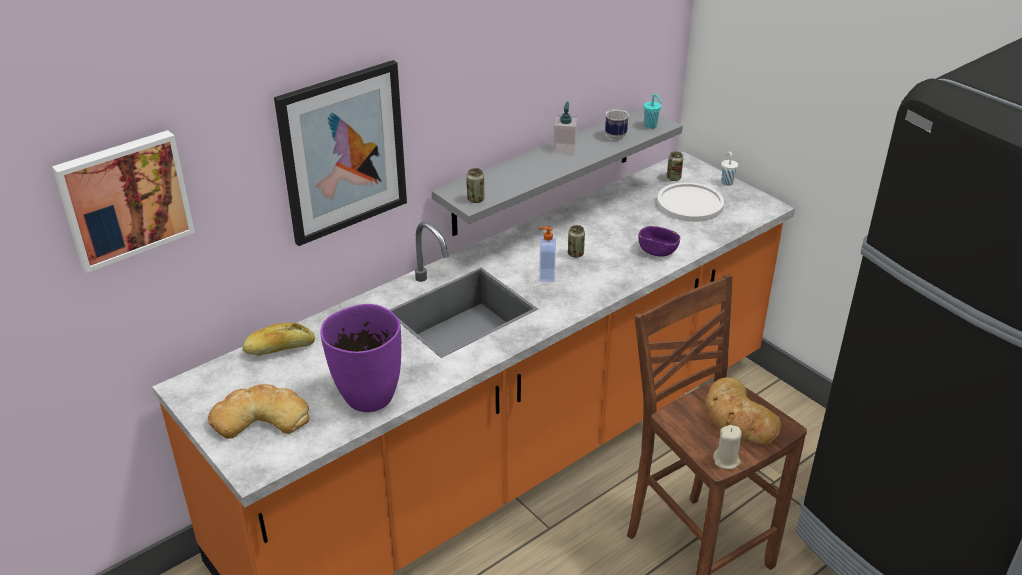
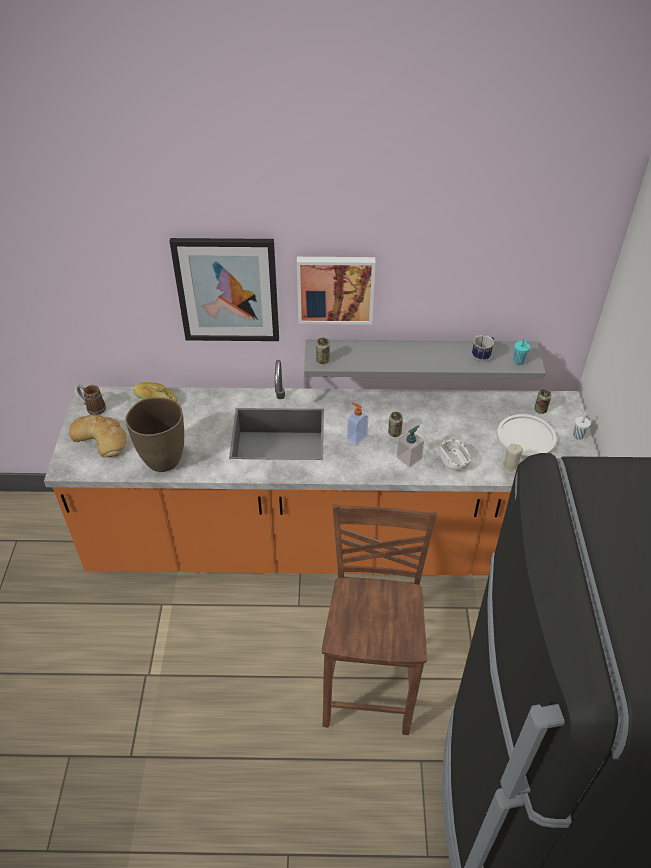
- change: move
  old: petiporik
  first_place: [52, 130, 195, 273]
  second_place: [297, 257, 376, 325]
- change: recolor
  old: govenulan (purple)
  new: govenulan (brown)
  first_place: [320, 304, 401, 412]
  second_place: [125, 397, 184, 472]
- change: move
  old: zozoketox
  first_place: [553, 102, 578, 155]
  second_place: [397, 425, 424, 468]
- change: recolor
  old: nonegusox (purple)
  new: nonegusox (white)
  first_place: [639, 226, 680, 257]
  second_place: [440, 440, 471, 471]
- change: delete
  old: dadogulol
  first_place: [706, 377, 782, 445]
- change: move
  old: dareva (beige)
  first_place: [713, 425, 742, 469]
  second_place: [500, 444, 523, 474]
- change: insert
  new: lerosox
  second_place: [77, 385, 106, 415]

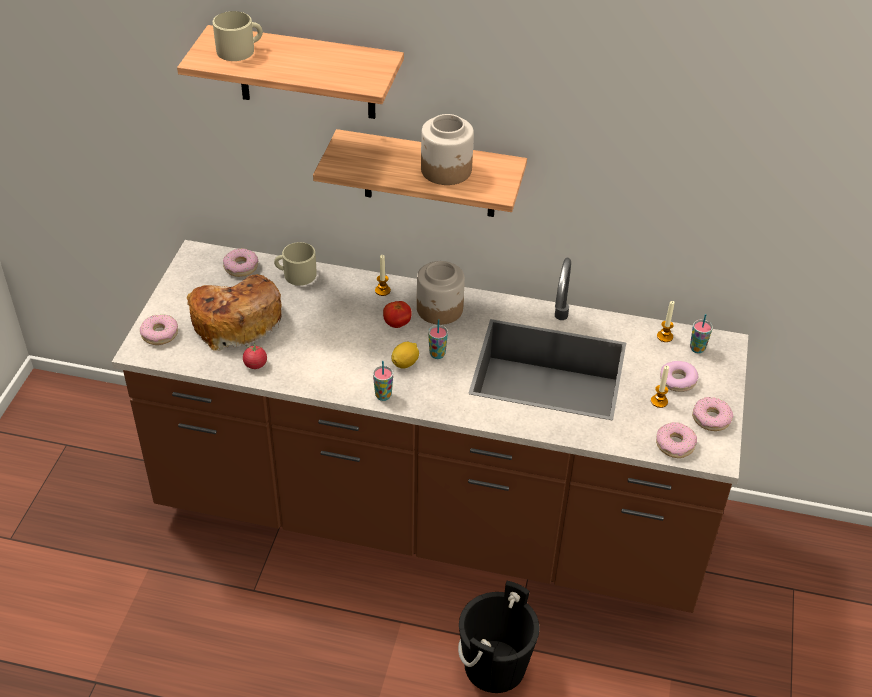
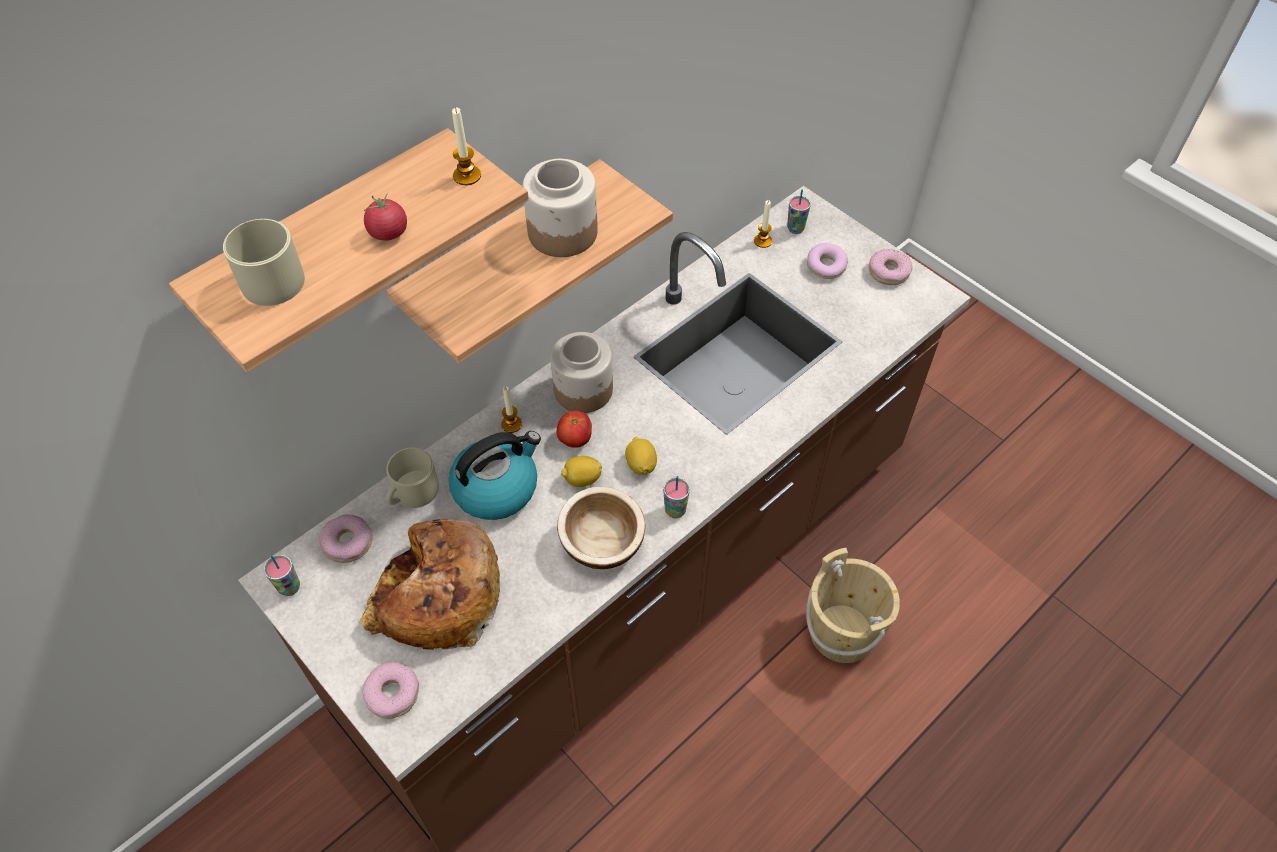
- change: move
  old: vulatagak
  first_place: [243, 343, 267, 369]
  second_place: [364, 193, 407, 241]
- change: move
  old: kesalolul
  first_place: [428, 319, 448, 359]
  second_place: [264, 555, 300, 596]
- change: recolor
  old: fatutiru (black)
  new: fatutiru (beige)
  first_place: [458, 581, 540, 693]
  second_place: [806, 548, 900, 663]
- change: move
  old: dareva
  first_place: [651, 365, 669, 408]
  second_place: [452, 108, 481, 185]
- change: delete
  old: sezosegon
  first_place: [656, 422, 697, 458]
- change: insert
  new: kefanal
  second_place: [448, 431, 541, 520]
- change: insert
  new: nonegusox
  second_place: [557, 487, 645, 569]
- change: insert
  new: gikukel
  second_place: [561, 456, 602, 487]

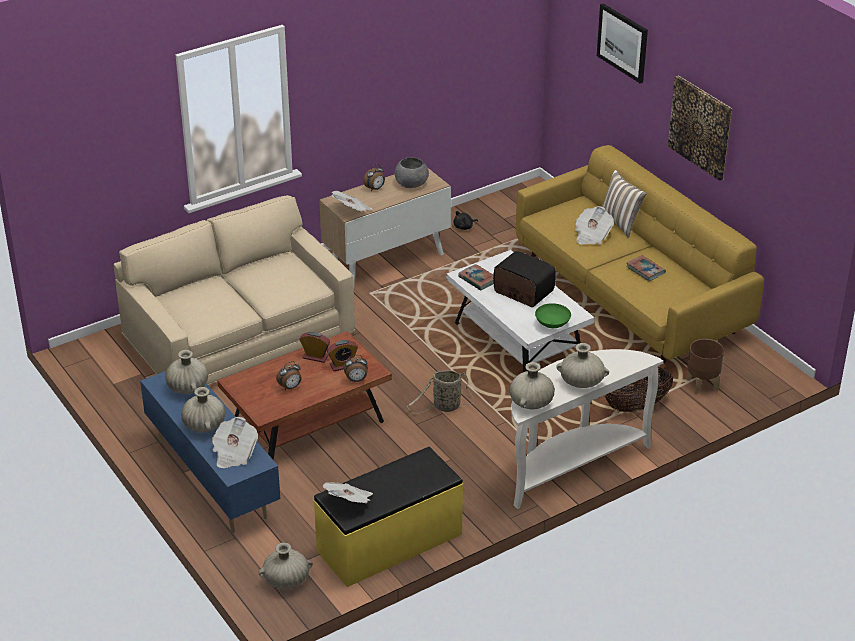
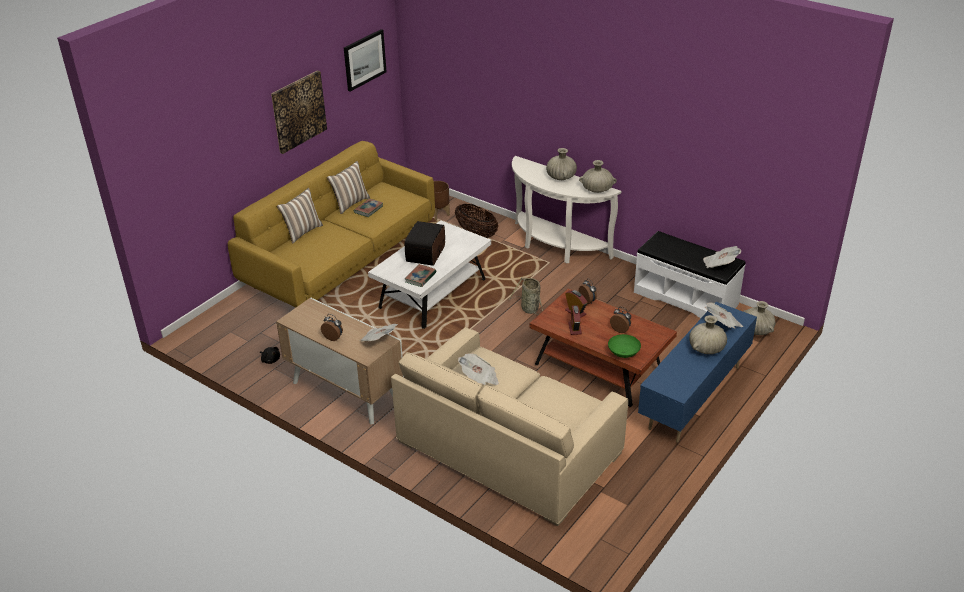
- change: delete
  old: govenulan (beige)
  first_place: [165, 350, 208, 394]
- change: recolor
  old: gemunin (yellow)
  new: gemunin (white)
  first_place: [313, 447, 463, 587]
  second_place: [634, 231, 746, 318]
- change: delete
  old: nonegusox (grey)
  first_place: [395, 157, 429, 188]
- change: move
  old: nonegusox (green)
  first_place: [535, 303, 571, 328]
  second_place: [608, 334, 641, 358]
- change: move
  old: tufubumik
  first_place: [575, 206, 614, 245]
  second_place: [458, 353, 499, 385]
- change: move
  old: petiporik
  first_place: [597, 4, 648, 83]
  second_place: [344, 29, 387, 92]
- change: insert
  new: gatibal
  second_place: [327, 161, 370, 214]

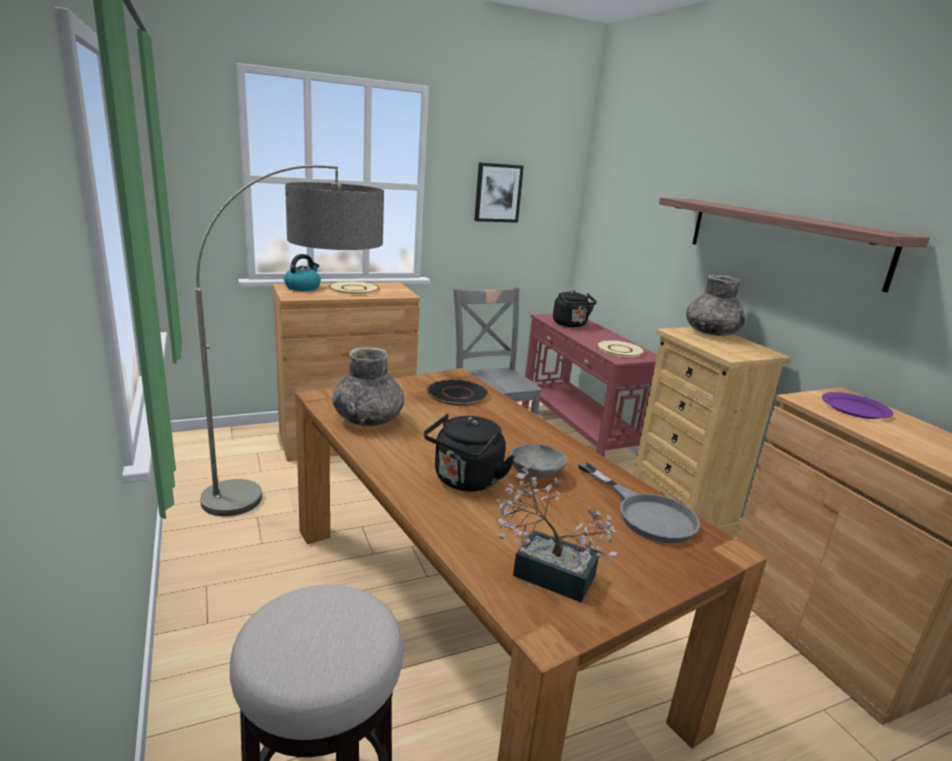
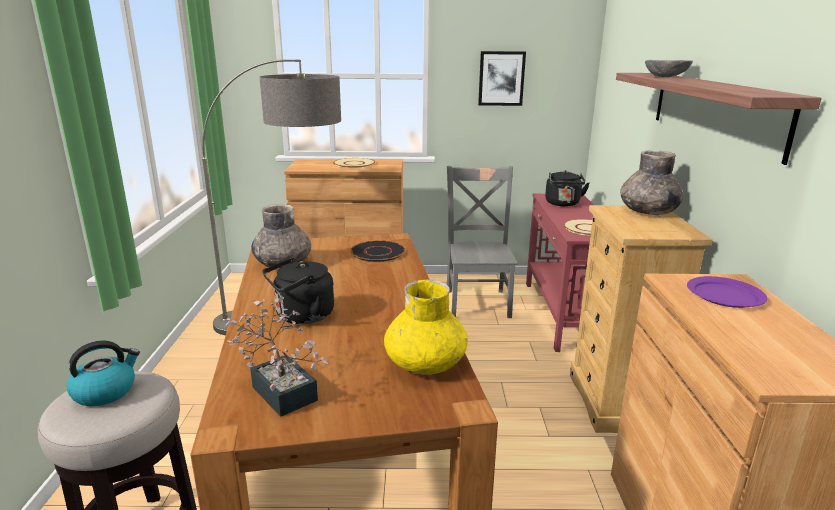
- change: move
  old: kefanal
  first_place: [284, 254, 321, 291]
  second_place: [67, 340, 140, 406]
- change: move
  old: nonegusox (grey)
  first_place: [510, 444, 567, 479]
  second_place: [645, 60, 693, 77]
- change: replace
  old: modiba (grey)
  new: govenulan (yellow)
  first_place: [578, 462, 700, 543]
  second_place: [384, 280, 468, 375]

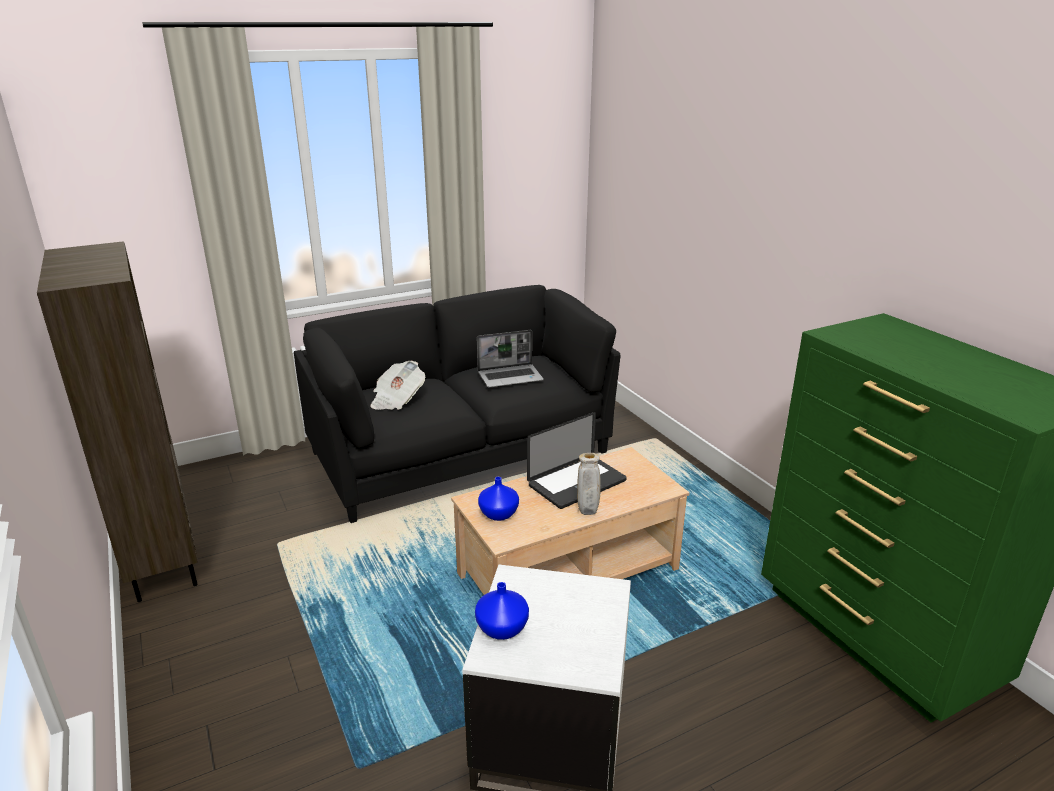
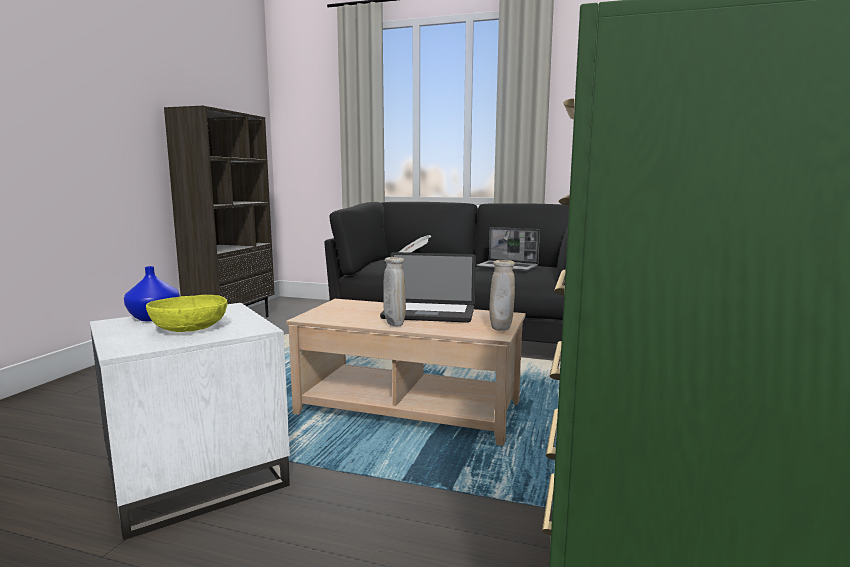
- change: delete
  old: govenulan (blue)
  first_place: [478, 477, 519, 521]
- change: insert
  new: nonegusox (yellow)
  second_place: [146, 295, 228, 332]
- change: insert
  new: govenulan (beige)
  second_place: [489, 260, 515, 331]

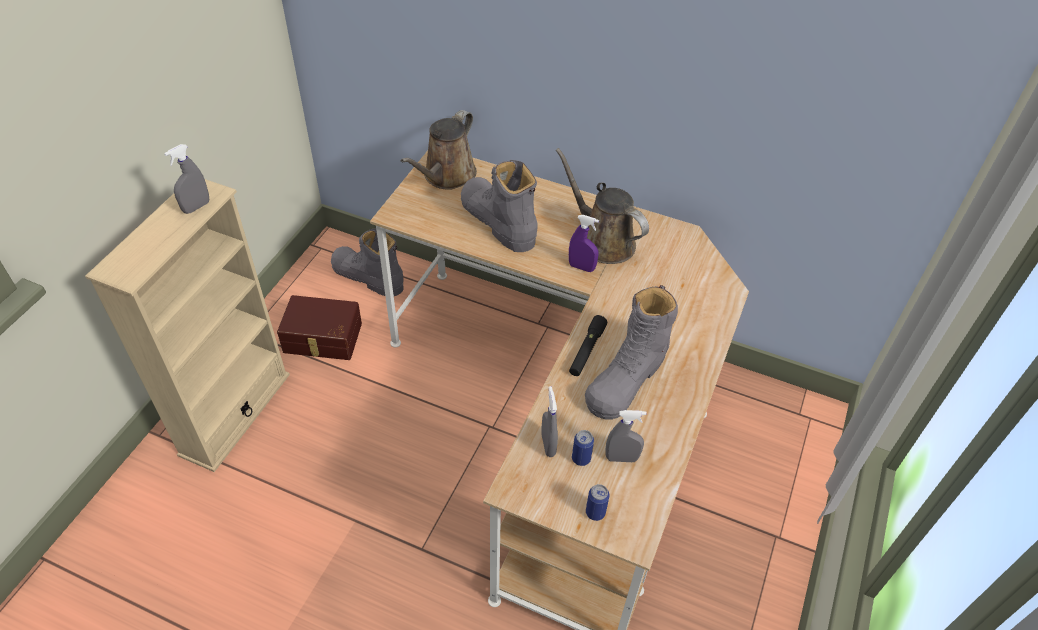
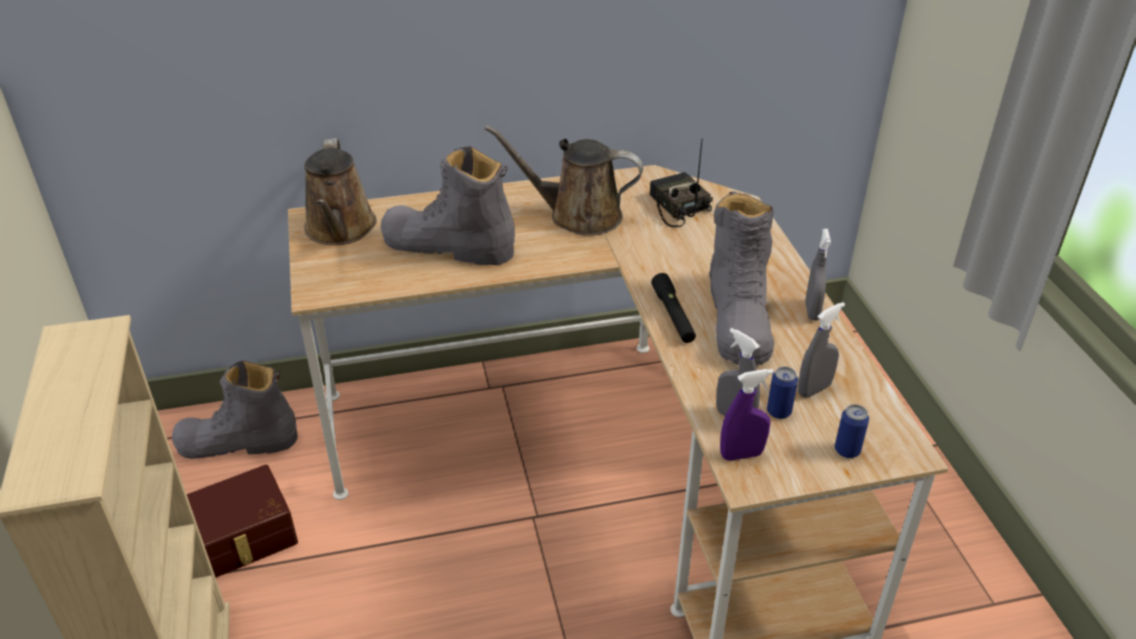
- change: move
  old: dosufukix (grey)
  first_place: [164, 144, 209, 214]
  second_place: [805, 229, 831, 321]
- change: move
  old: dosufukix (purple)
  first_place: [569, 215, 599, 272]
  second_place: [720, 369, 774, 461]
- change: insert
  new: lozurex
  second_place: [650, 138, 713, 227]

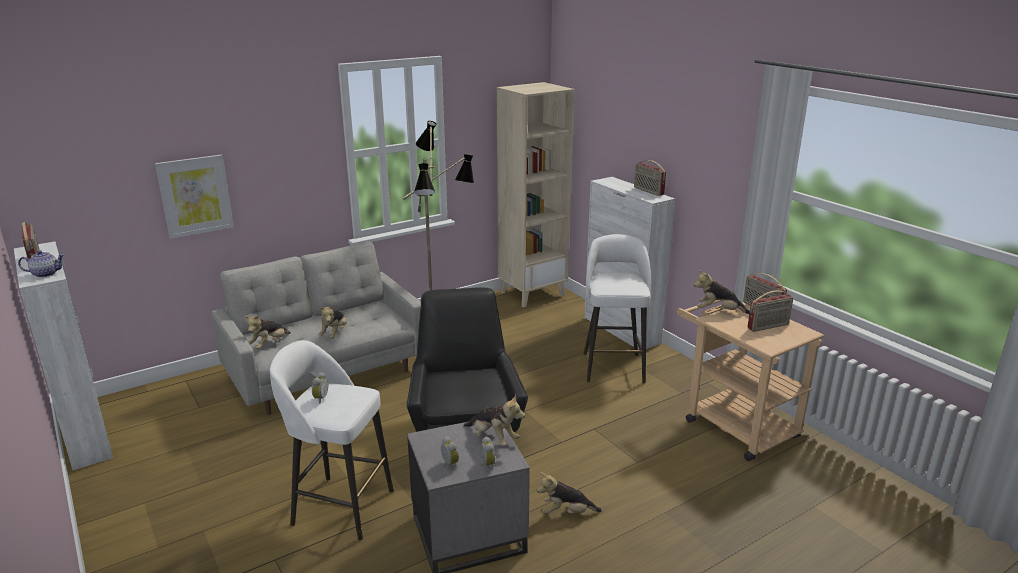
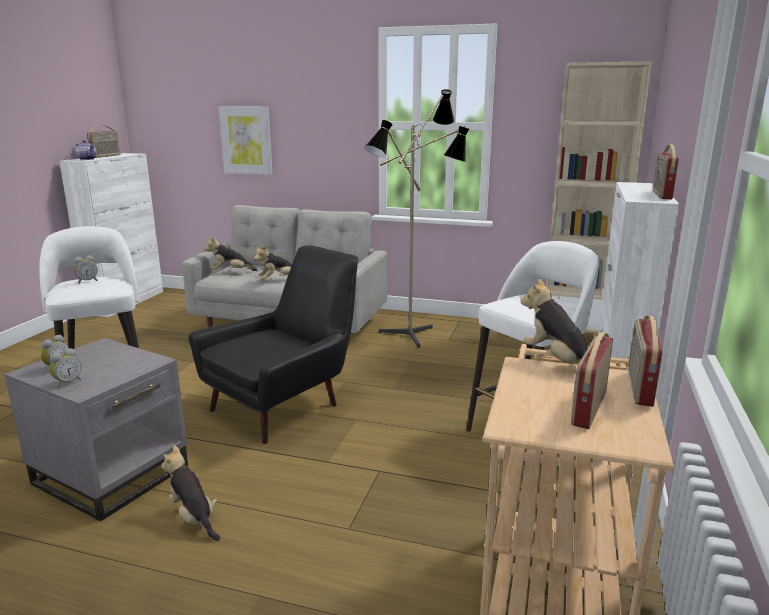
- change: delete
  old: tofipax
  first_place: [463, 394, 525, 446]
- change: rotate
  old: lozurex
  first_place: [747, 291, 793, 332]
  second_place: [571, 332, 613, 429]
  degrees: 90

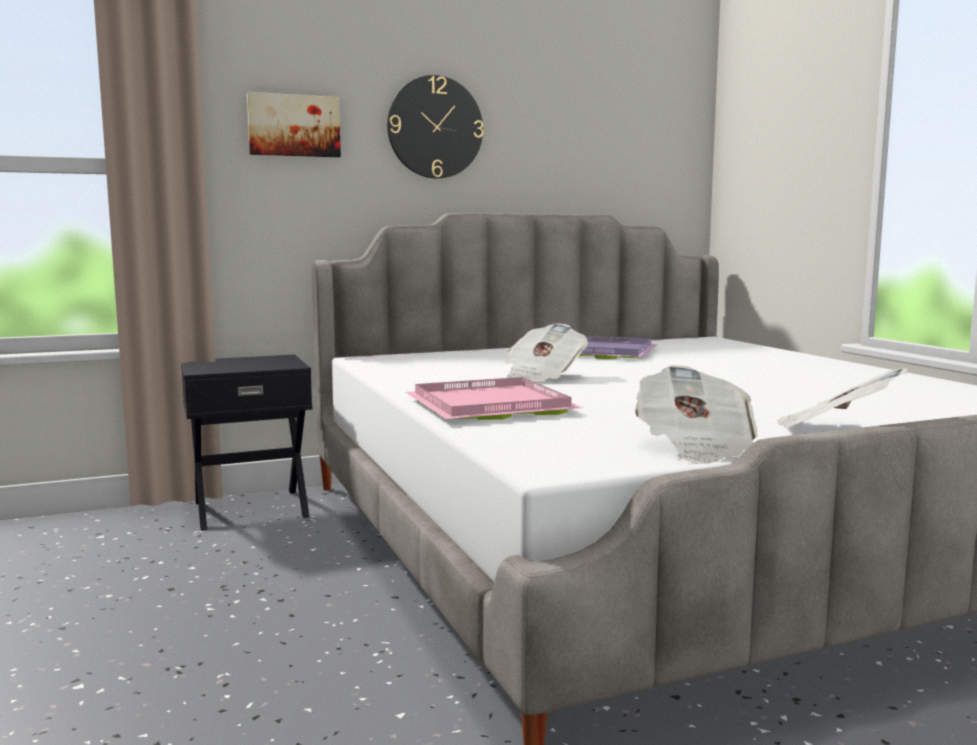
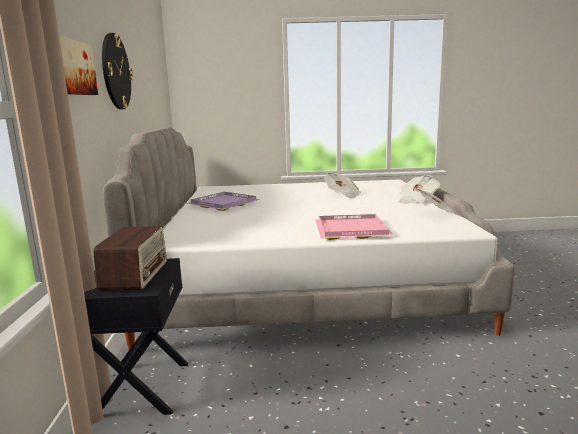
- change: move
  old: tufubumik
  first_place: [505, 323, 588, 381]
  second_place: [324, 172, 361, 199]
- change: insert
  new: lozurex
  second_place: [93, 226, 167, 290]

